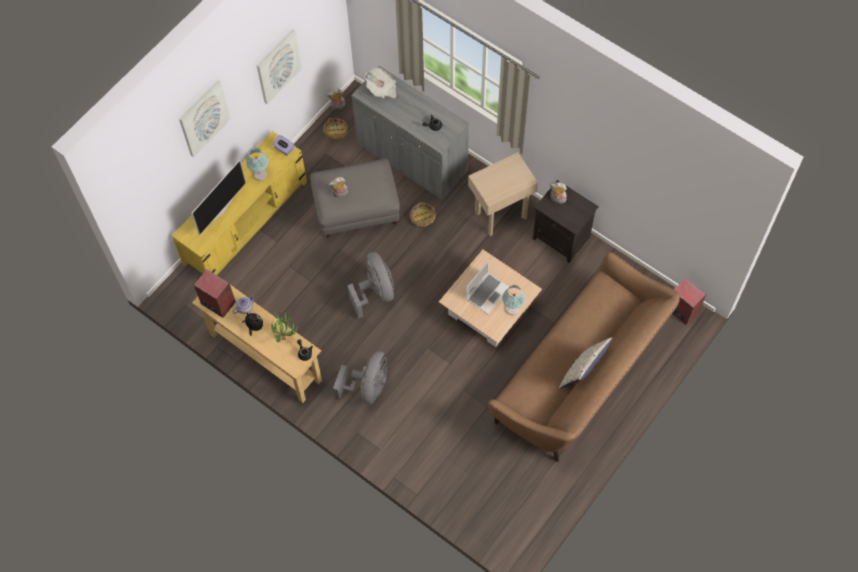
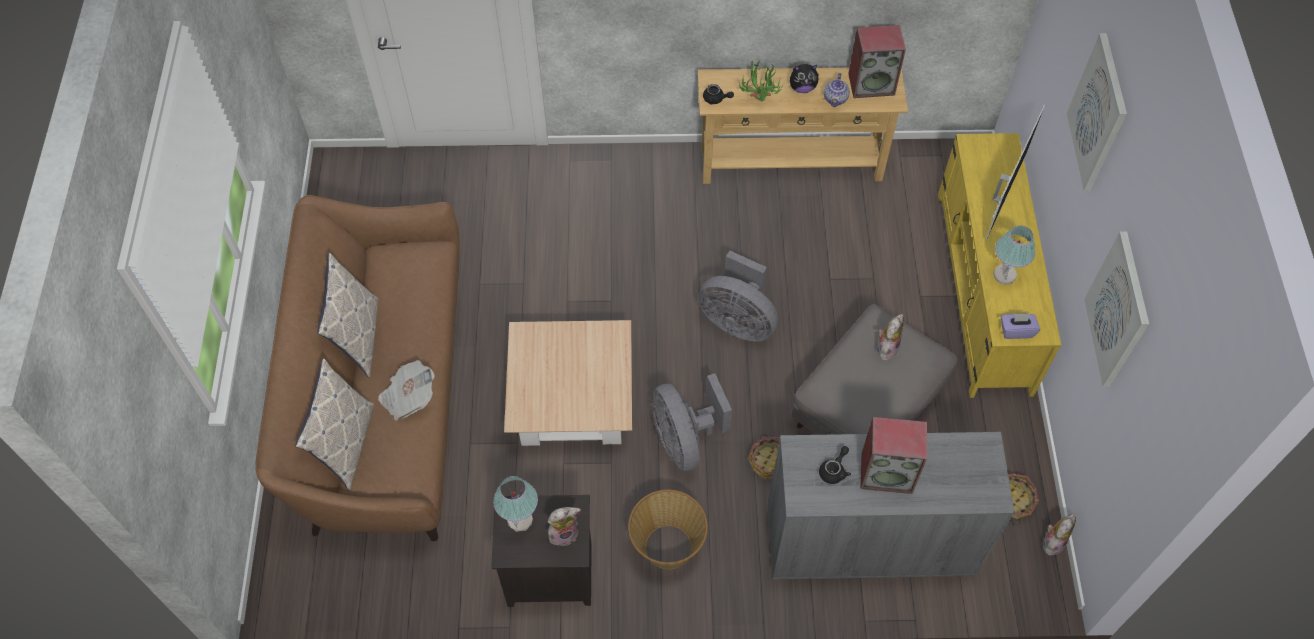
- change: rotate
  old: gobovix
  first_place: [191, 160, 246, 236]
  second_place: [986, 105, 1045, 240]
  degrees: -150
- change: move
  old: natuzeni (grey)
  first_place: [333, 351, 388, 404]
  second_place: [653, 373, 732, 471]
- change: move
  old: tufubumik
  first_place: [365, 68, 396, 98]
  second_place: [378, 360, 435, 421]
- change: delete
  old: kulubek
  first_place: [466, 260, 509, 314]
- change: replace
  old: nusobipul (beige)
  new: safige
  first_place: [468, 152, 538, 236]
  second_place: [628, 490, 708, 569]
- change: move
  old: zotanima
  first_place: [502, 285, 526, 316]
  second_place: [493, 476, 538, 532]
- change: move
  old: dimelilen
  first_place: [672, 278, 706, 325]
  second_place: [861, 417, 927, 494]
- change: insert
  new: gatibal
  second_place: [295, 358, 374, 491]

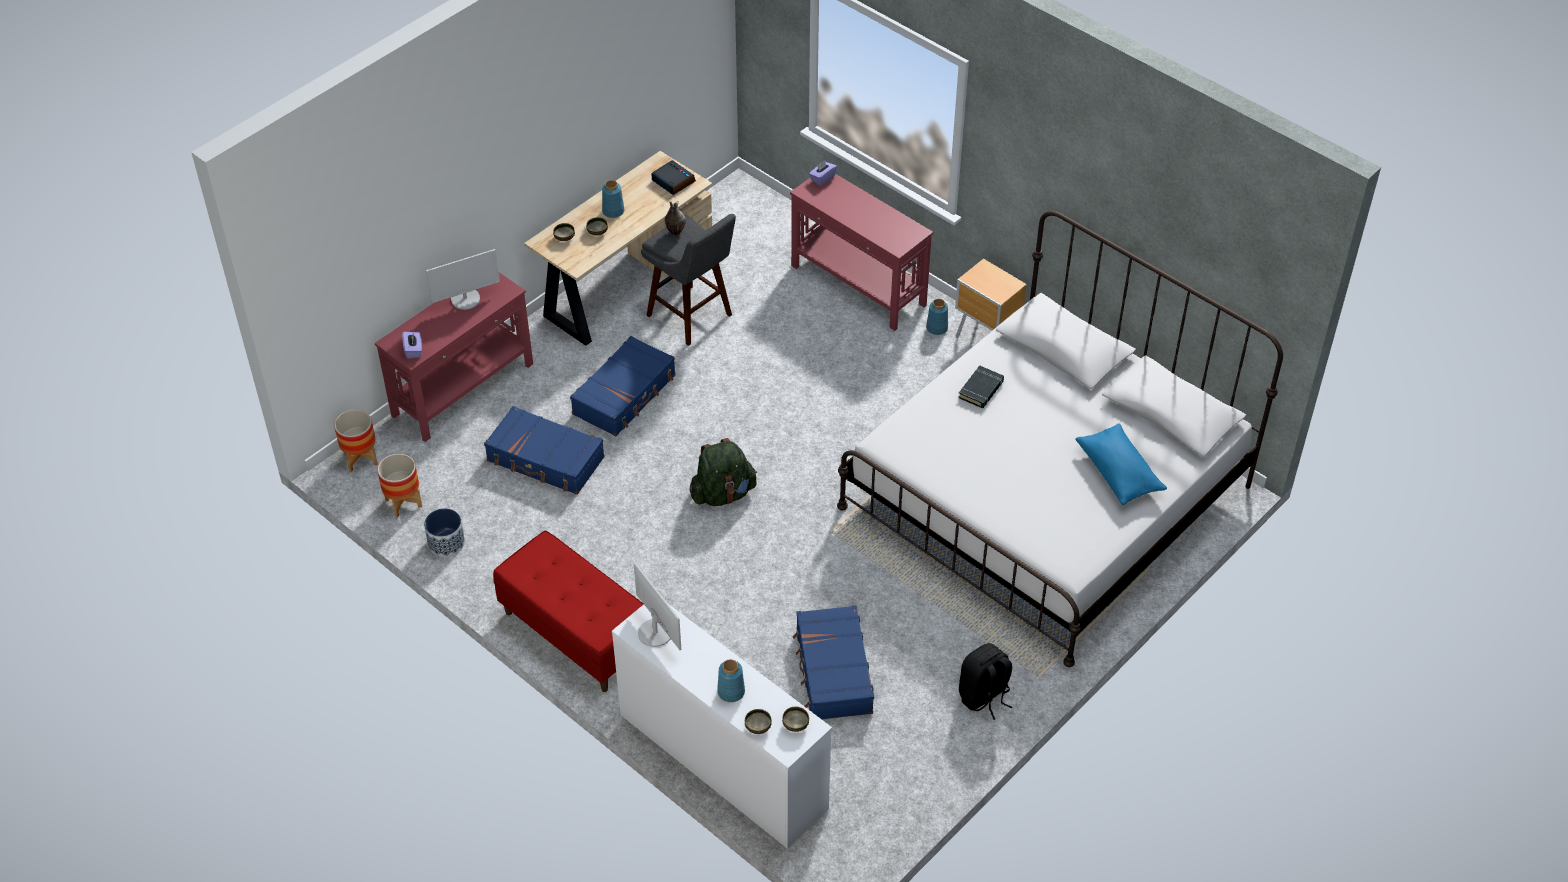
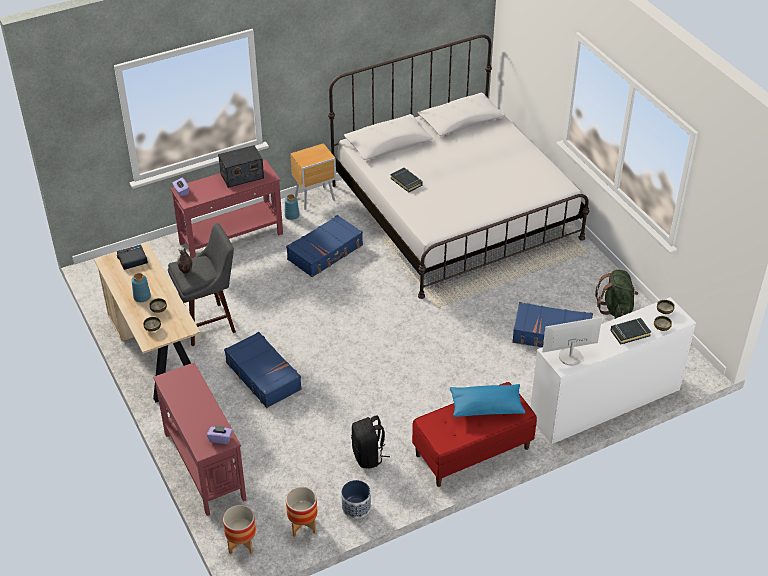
- change: delete
  old: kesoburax
  first_place: [426, 249, 500, 310]
- change: move
  old: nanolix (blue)
  first_place: [484, 406, 605, 495]
  second_place: [286, 215, 363, 277]
- change: move
  old: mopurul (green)
  first_place: [690, 438, 757, 506]
  second_place: [595, 270, 638, 319]
- change: replace
  old: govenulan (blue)
  new: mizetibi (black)
  first_place: [717, 659, 745, 702]
  second_place: [610, 318, 651, 345]
- change: move
  old: mopurul (black)
  first_place: [959, 643, 1012, 720]
  second_place: [351, 415, 390, 468]
- change: move
  old: gatibal (blue)
  first_place: [1075, 423, 1167, 506]
  second_place: [450, 384, 525, 417]
- change: insert
  new: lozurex
  second_place: [218, 145, 264, 188]

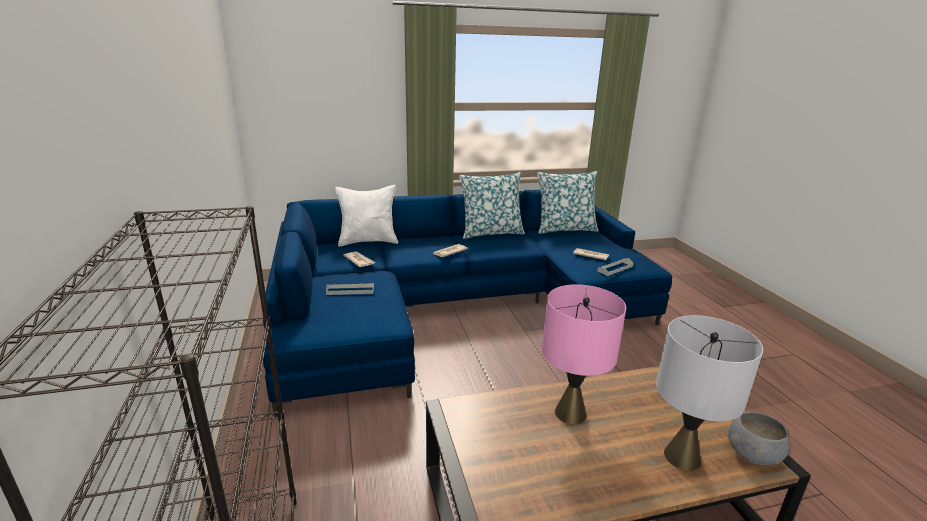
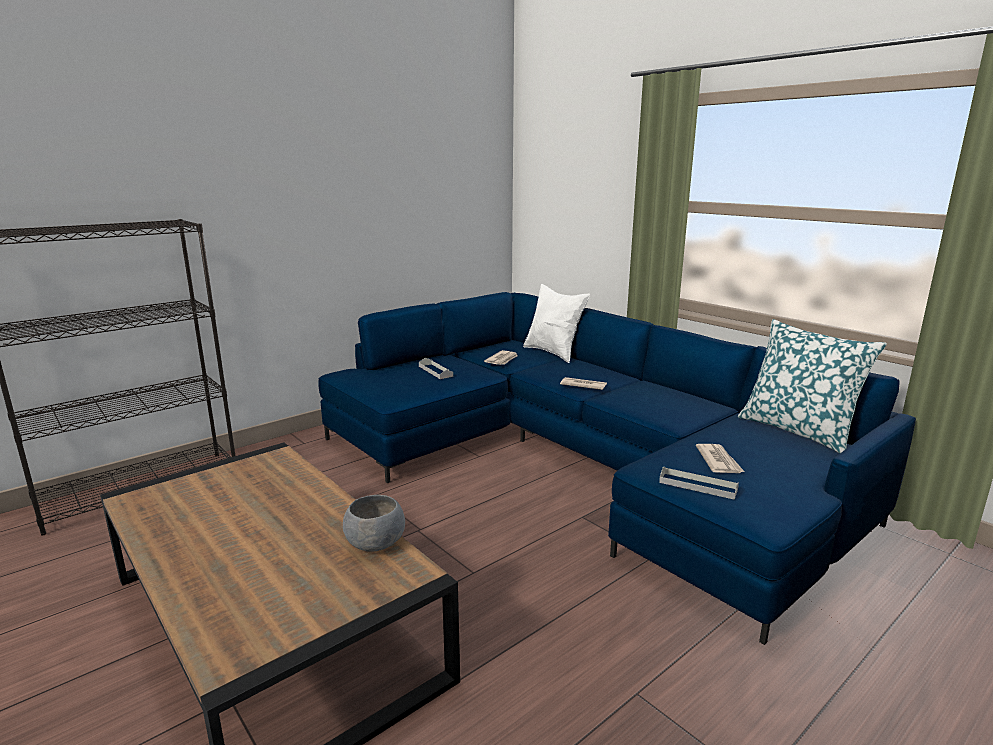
- change: delete
  old: gatibal
  first_place: [459, 172, 525, 239]
- change: delete
  old: zotanima (pink)
  first_place: [542, 284, 626, 424]
- change: delete
  old: zotanima (grey)
  first_place: [656, 315, 763, 471]
- change: move
  old: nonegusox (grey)
  first_place: [728, 412, 790, 465]
  second_place: [343, 495, 405, 552]

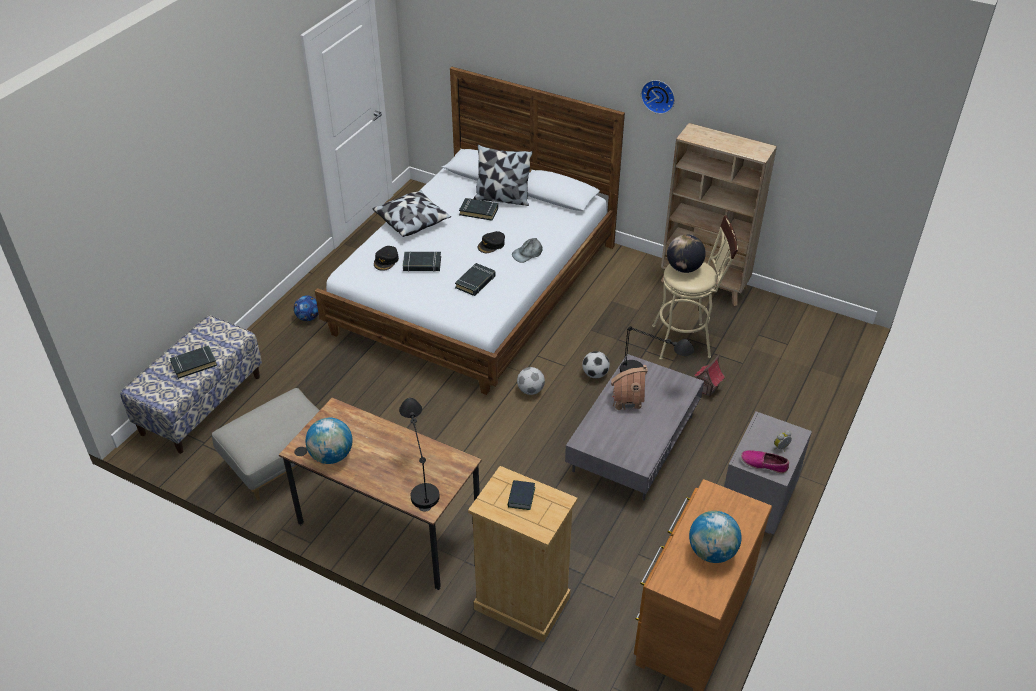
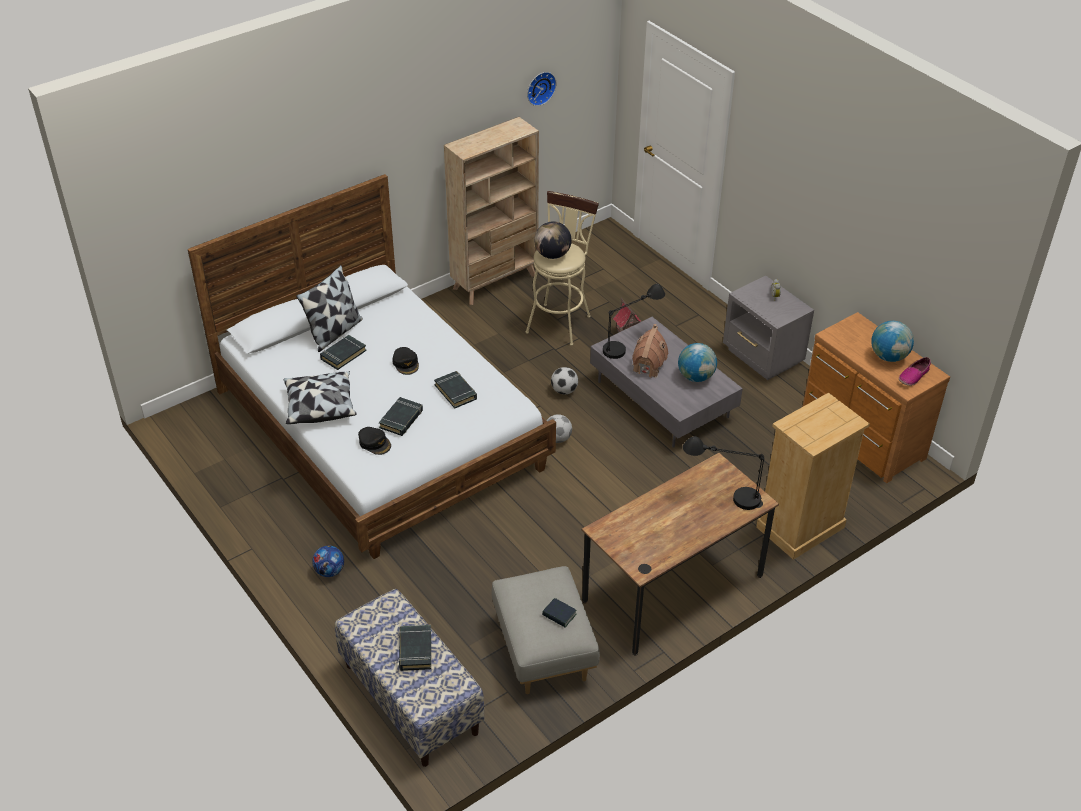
- change: move
  old: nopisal
  first_place: [305, 418, 353, 464]
  second_place: [678, 343, 717, 382]
- change: move
  old: mizetibi
  first_place: [508, 480, 536, 510]
  second_place: [542, 598, 577, 627]
- change: delete
  old: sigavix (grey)
  first_place: [512, 238, 542, 263]
- change: move
  old: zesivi
  first_place: [641, 80, 675, 114]
  second_place: [527, 72, 557, 106]
- change: move
  old: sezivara
  first_place: [741, 450, 789, 474]
  second_place: [899, 357, 931, 386]

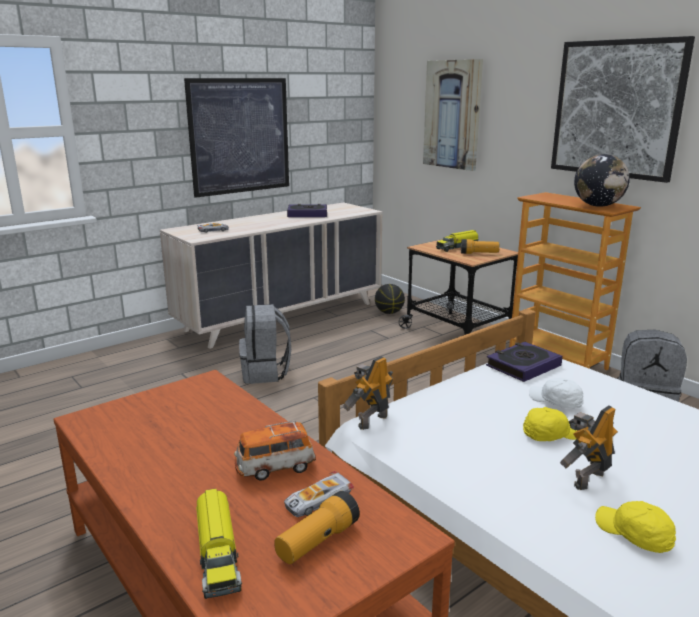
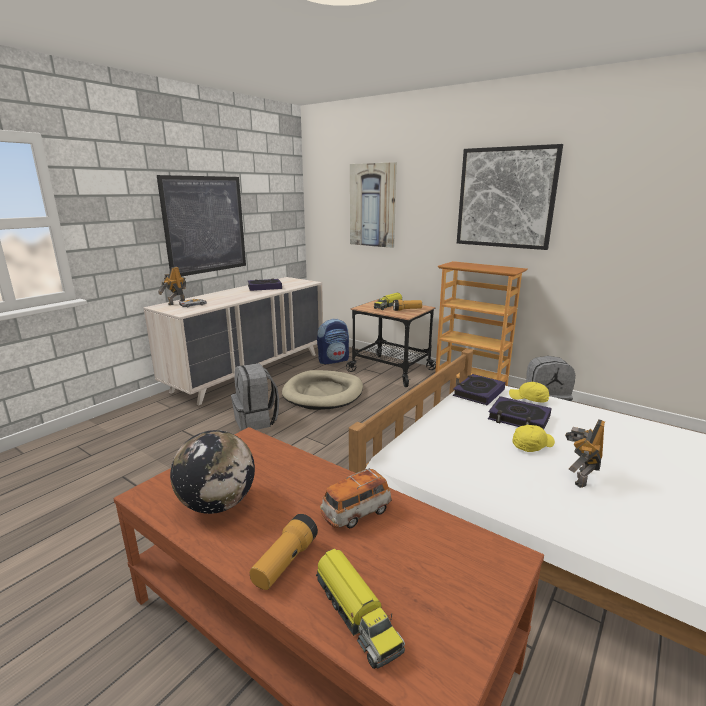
- change: move
  old: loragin
  first_place: [274, 491, 360, 564]
  second_place: [250, 514, 318, 590]
- change: delete
  old: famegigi
  first_place: [284, 471, 354, 517]
- change: move
  old: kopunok
  first_place: [343, 356, 393, 430]
  second_place: [158, 267, 186, 305]
- change: replace
  old: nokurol
  new: mopurul
  first_place: [375, 284, 405, 314]
  second_place: [317, 319, 349, 364]
- change: replace
  old: sigavix (white)
  new: mizetibi
  first_place: [529, 378, 584, 409]
  second_place: [488, 396, 552, 429]
- change: move
  old: nopisal
  first_place: [574, 154, 630, 207]
  second_place: [170, 430, 255, 514]
- change: move
  old: sigavix (yellow)
  first_place: [595, 501, 676, 553]
  second_place: [509, 382, 549, 403]
- change: insert
  new: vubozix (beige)
  second_place: [282, 370, 363, 410]

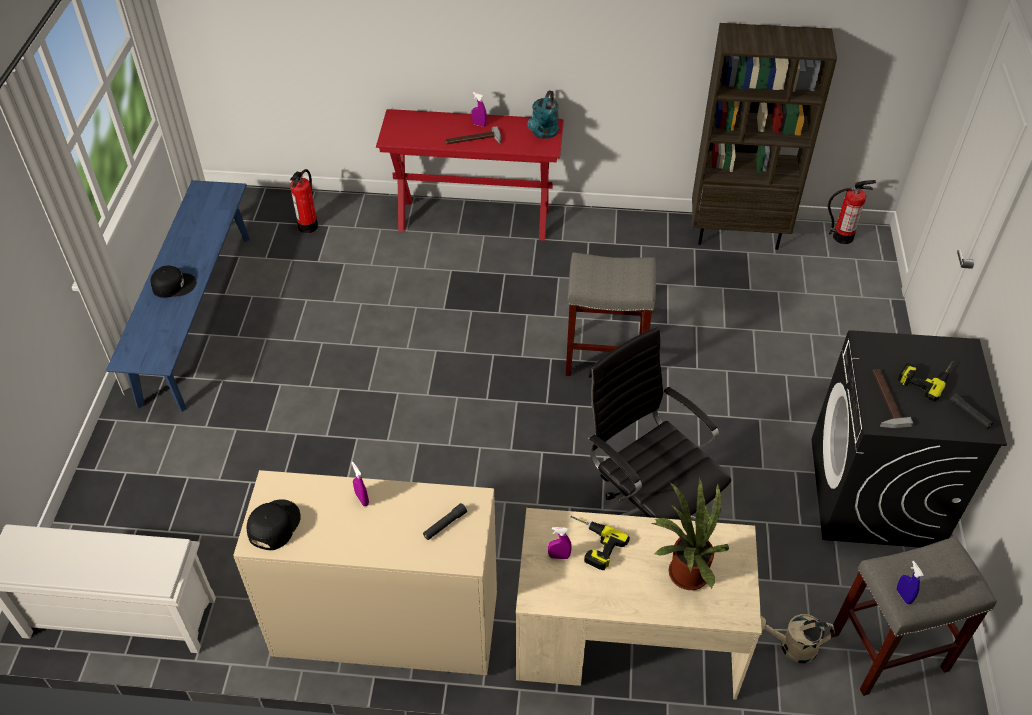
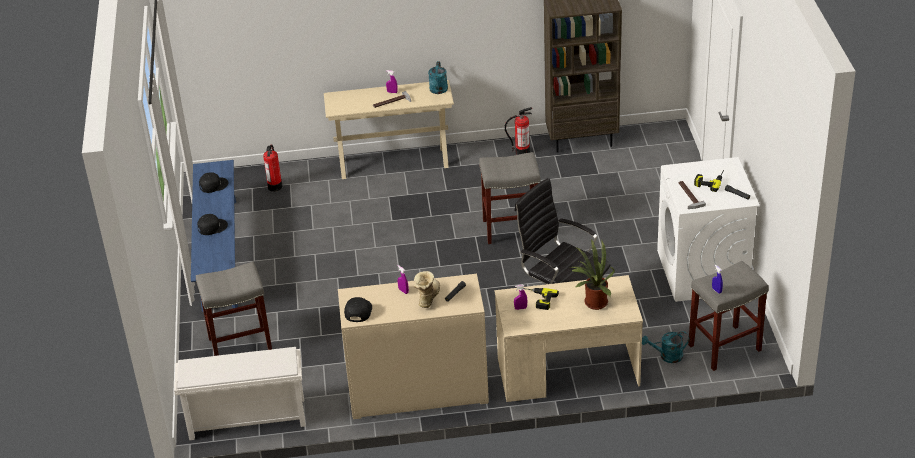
- change: recolor
  old: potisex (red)
  new: potisex (beige)
  first_place: [376, 109, 564, 241]
  second_place: [324, 80, 454, 179]
- change: recolor
  old: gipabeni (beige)
  new: gipabeni (turquoise)
  first_place: [761, 614, 835, 663]
  second_place: [642, 331, 689, 363]
- change: recolor
  old: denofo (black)
  new: denofo (white)
  first_place: [811, 330, 1007, 548]
  second_place: [657, 157, 760, 302]
- change: move
  old: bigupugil
  first_place: [828, 180, 876, 244]
  second_place: [504, 107, 532, 155]
- change: insert
  new: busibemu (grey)
  second_place: [196, 262, 272, 356]
- change: insert
  new: sigavix (black)
  second_place: [199, 172, 228, 193]
- change: insert
  new: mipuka
  second_place: [414, 271, 440, 308]

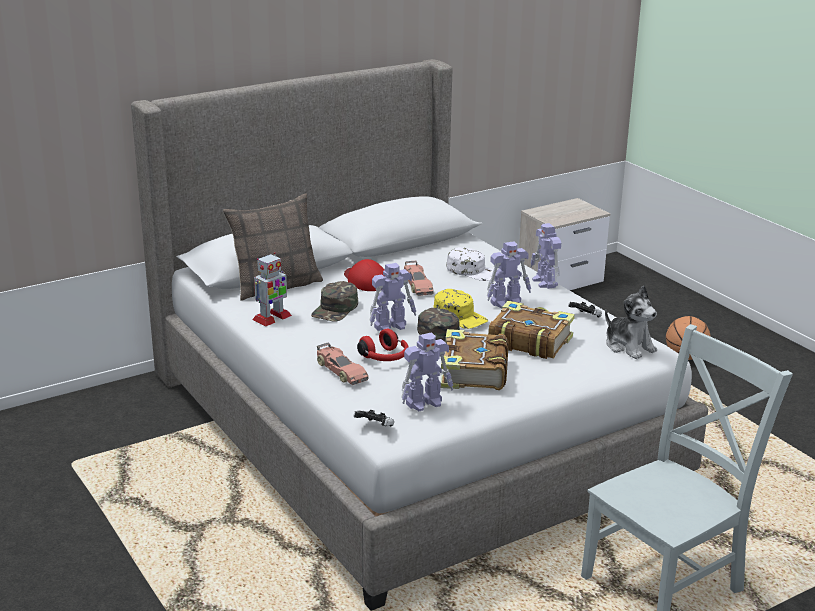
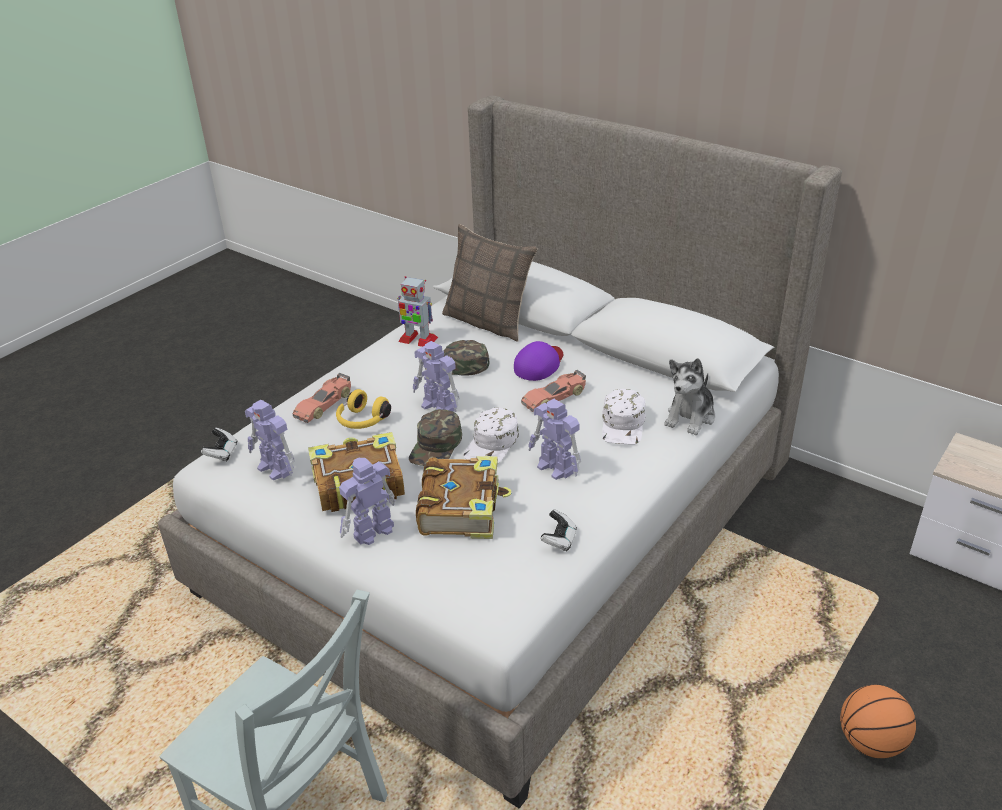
- change: recolor
  old: sigavix (red)
  new: sigavix (purple)
  first_place: [344, 259, 385, 291]
  second_place: [514, 341, 563, 381]
- change: recolor
  old: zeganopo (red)
  new: zeganopo (yellow)
  first_place: [357, 329, 409, 361]
  second_place: [336, 389, 391, 429]
- change: recolor
  old: sigavix (yellow)
  new: sigavix (white)
  first_place: [433, 289, 488, 329]
  second_place: [464, 407, 519, 464]
- change: move
  old: kopunok
  first_place: [530, 223, 561, 289]
  second_place: [339, 458, 396, 545]
- change: move
  old: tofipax
  first_place: [605, 286, 657, 359]
  second_place: [664, 358, 715, 435]

